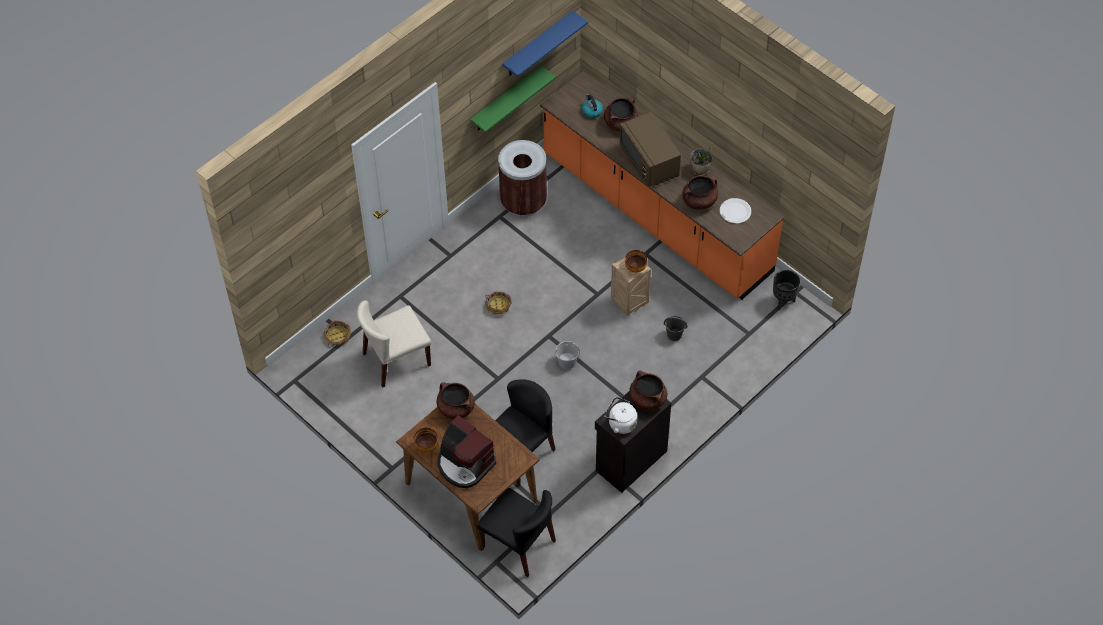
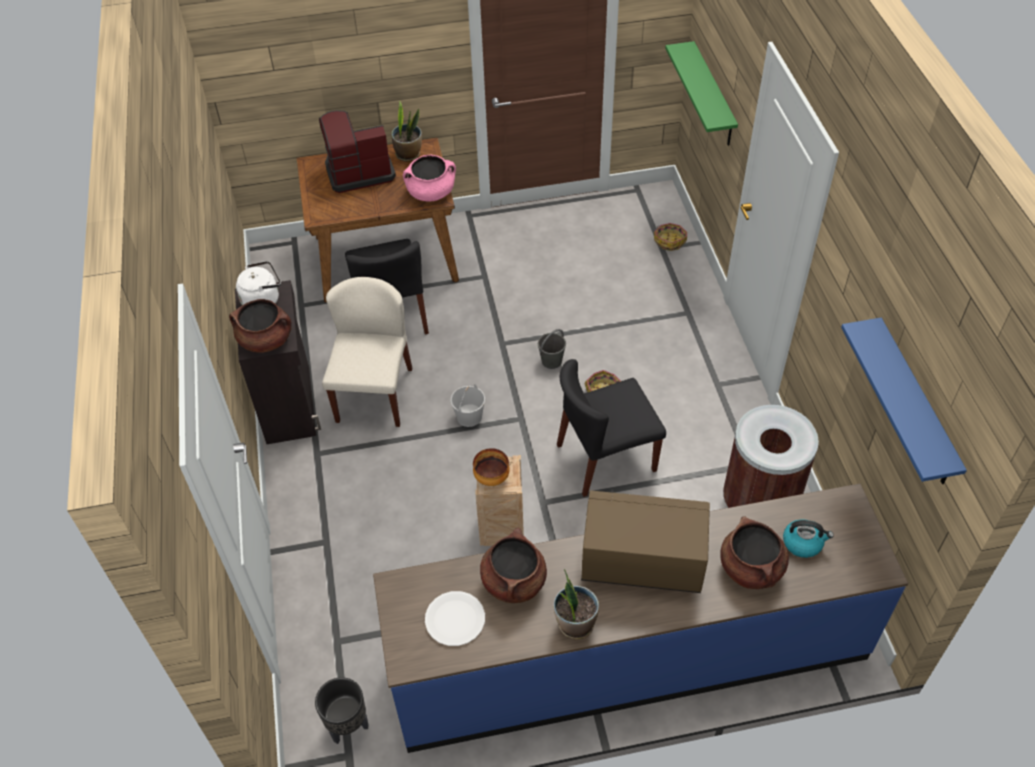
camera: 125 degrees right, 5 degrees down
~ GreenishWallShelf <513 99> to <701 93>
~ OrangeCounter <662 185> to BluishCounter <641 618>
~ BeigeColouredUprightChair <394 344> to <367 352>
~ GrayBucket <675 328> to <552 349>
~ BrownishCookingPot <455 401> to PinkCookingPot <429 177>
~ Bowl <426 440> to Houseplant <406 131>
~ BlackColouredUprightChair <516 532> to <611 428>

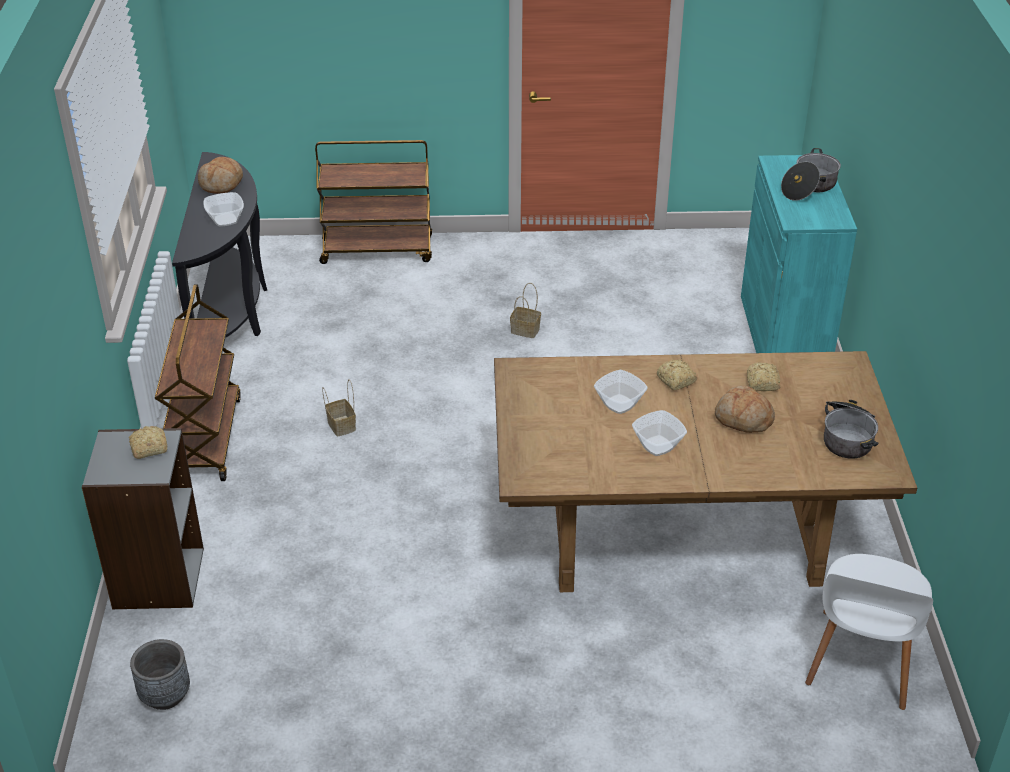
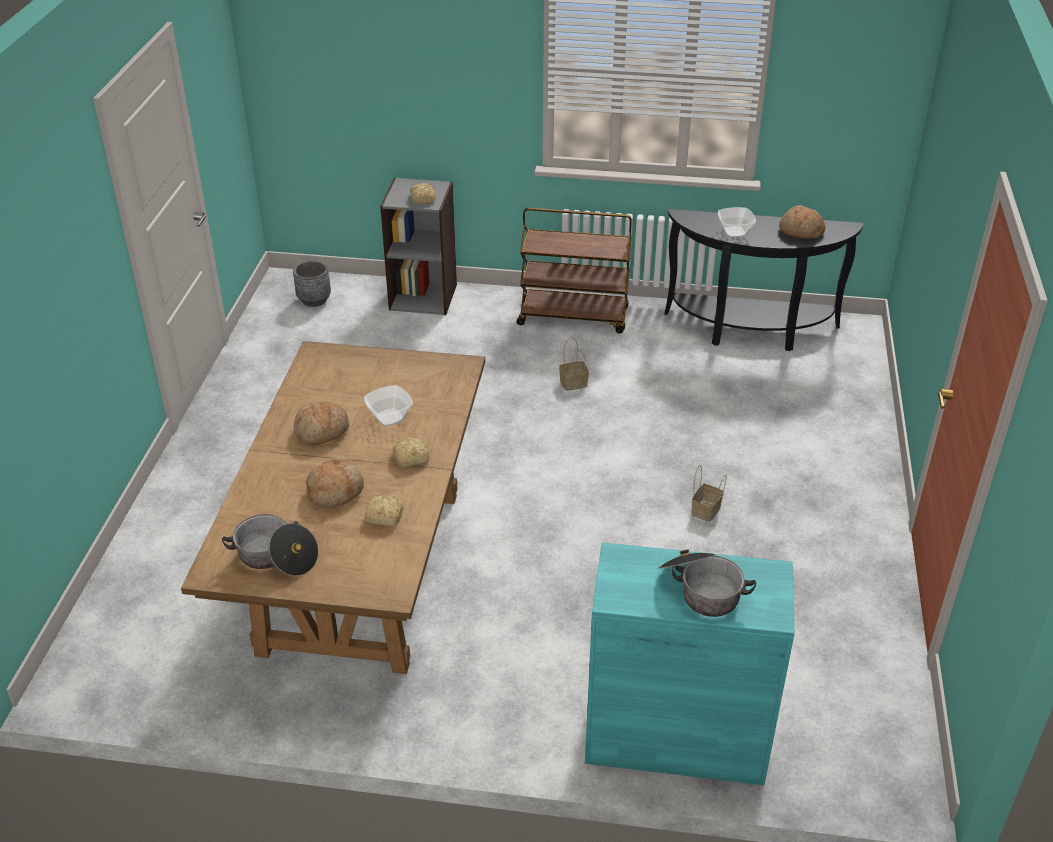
camera: 100 degrees right, 0 degrees up
- BrownishWheeledCart <373 202>
~ Bowl <659 433> to BakeryBread <322 423>
- WhitishUprightChair <869 632>

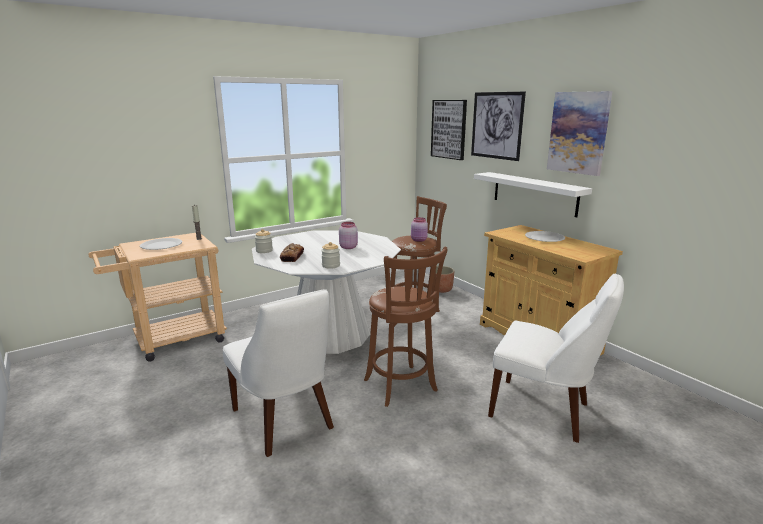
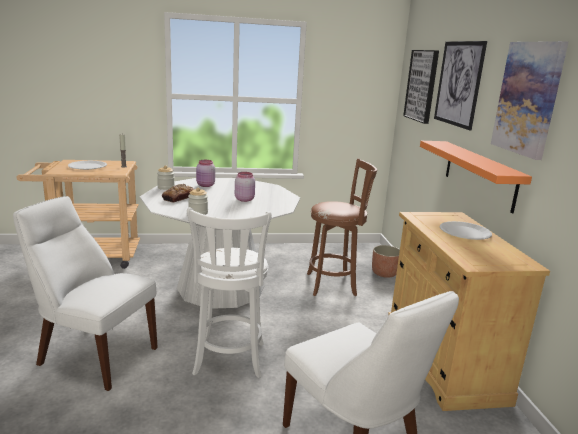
camera: 25 degrees right, 0 degrees up
~ WhitishWallShelf <533 194> to OrangeWallShelf <476 177>
~ PinkStorageJar <419 229> to <205 173>
~ BrownishStoolSeat <406 326> to WhitishStoolSeat <229 292>
~ WhitishUprightChair <278 373> = <85 293> 120 degrees clockwise

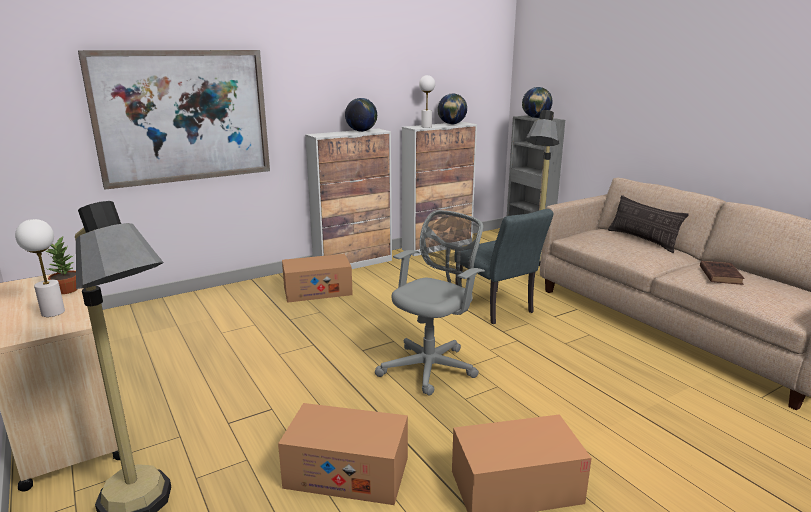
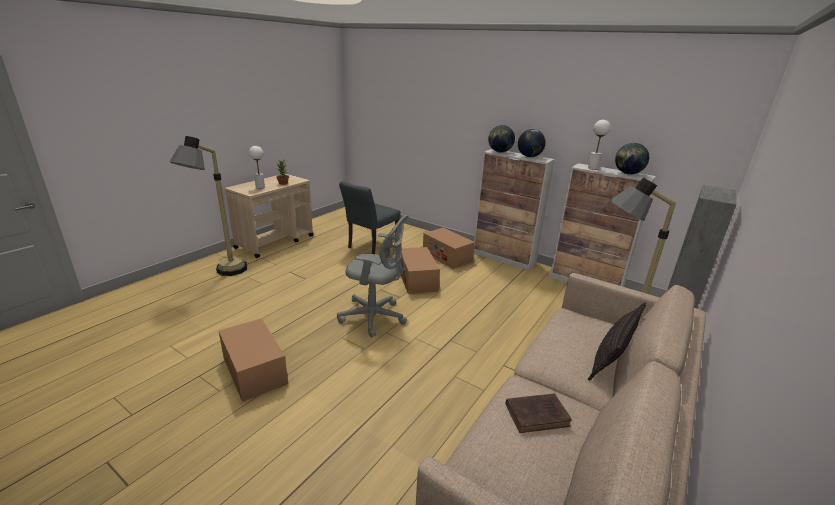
camera: 65 degrees right, 5 degrees up
- Picture <174 119>
~ Globe <537 102> to <501 139>
~ GrayUprightChair <504 266> to <370 217>
~ CardboardBox <343 454> to <420 270>

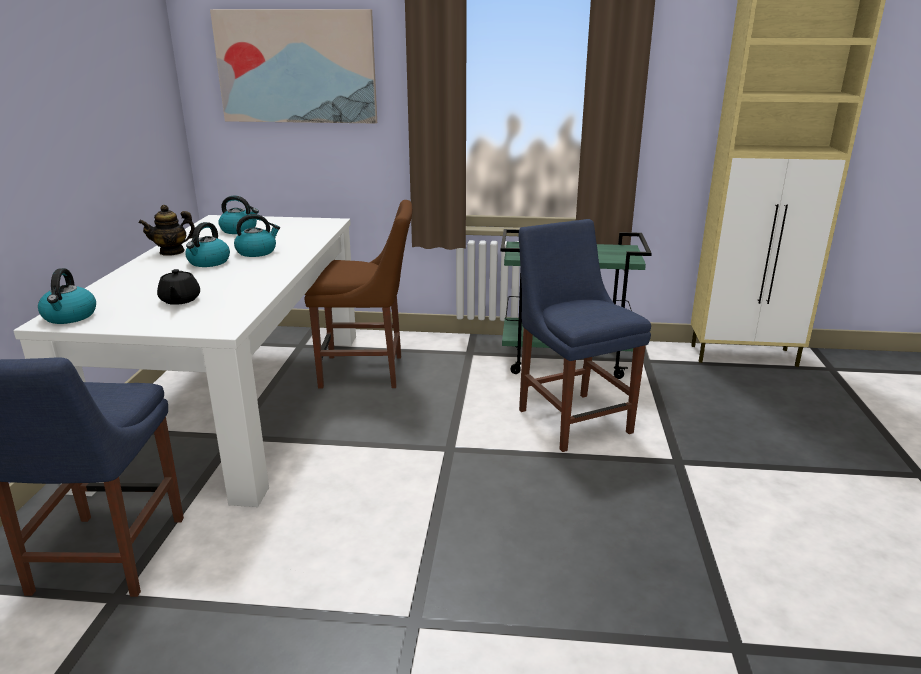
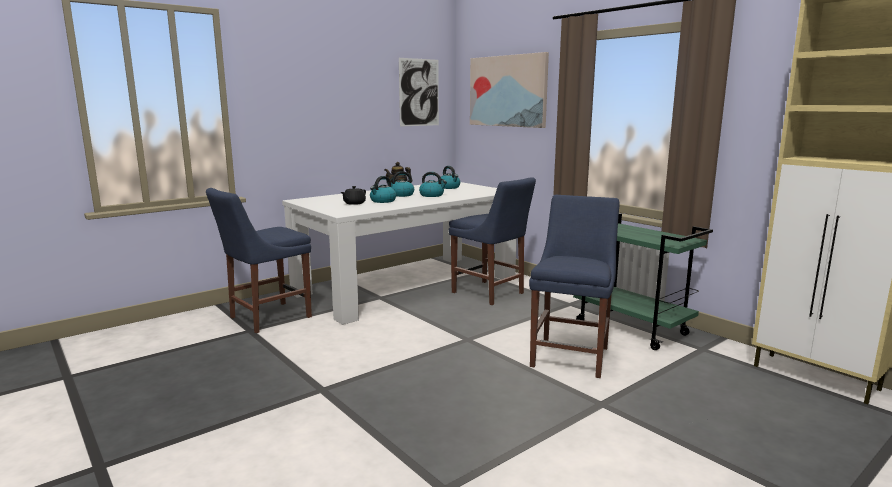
camera: 45 degrees right, 10 degrees down
~ BrownishUprightChair <358 294> to BluishUprightChair <492 241>
~ Kettle <67 296> to <383 189>
+ Picture <419 92>

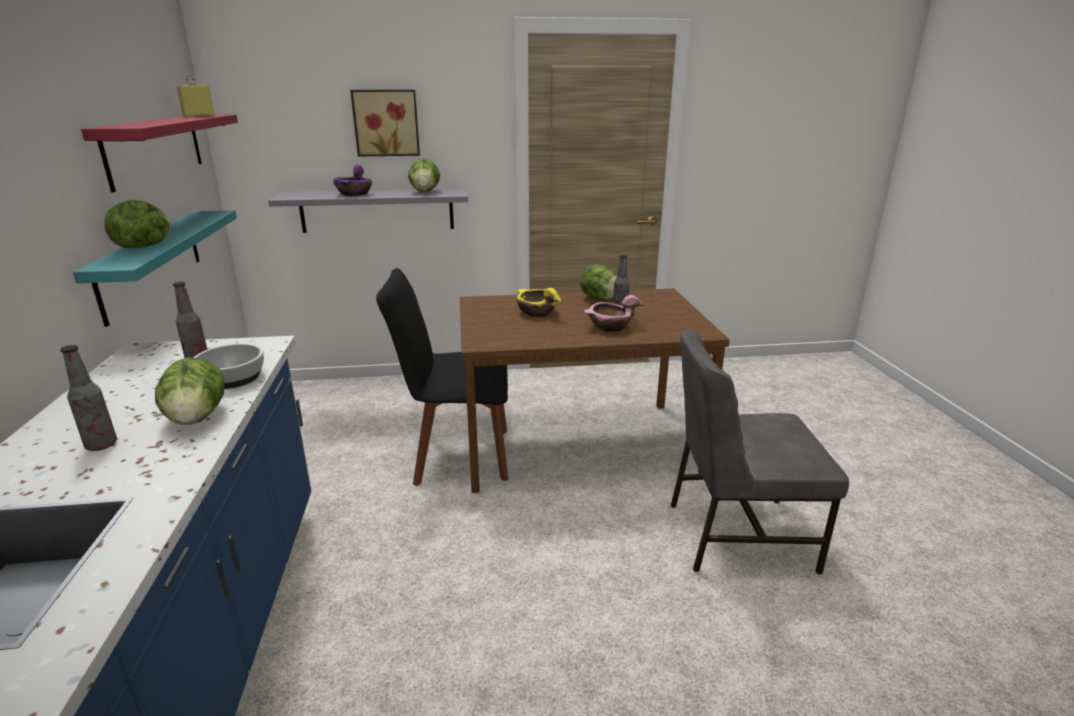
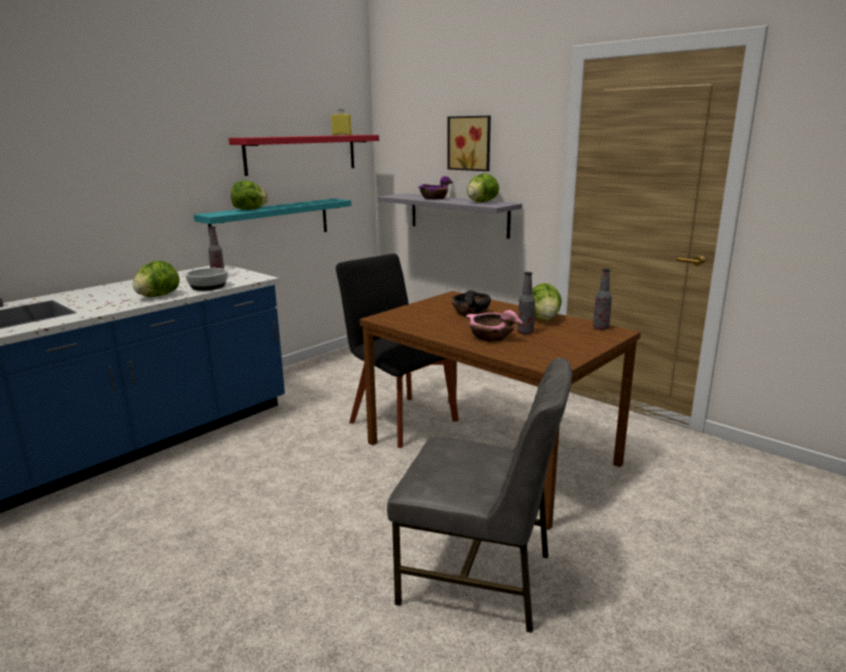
camera: 50 degrees right, 5 degrees down
~ YellowBowl <539 302> to BlackColouredBowl <471 303>
~ GrayUprightChair <760 451> = <479 495> 150 degrees clockwise
~ DrinkBottle <88 398> to <602 299>

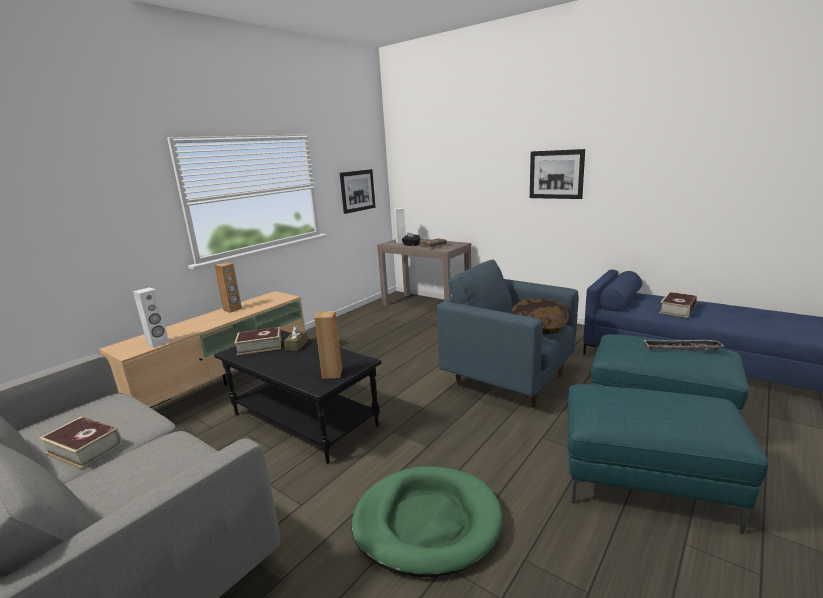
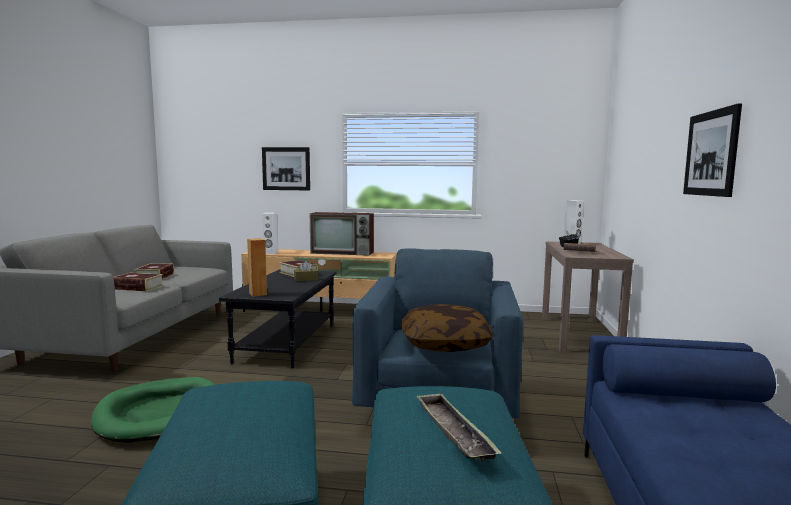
camera: 60 degrees right, 10 degrees down
~ Picture <357 191> to <286 169>
~ BrownishLoudspeaker <228 287> to Television <342 234>
~ Book <678 305> to <138 282>

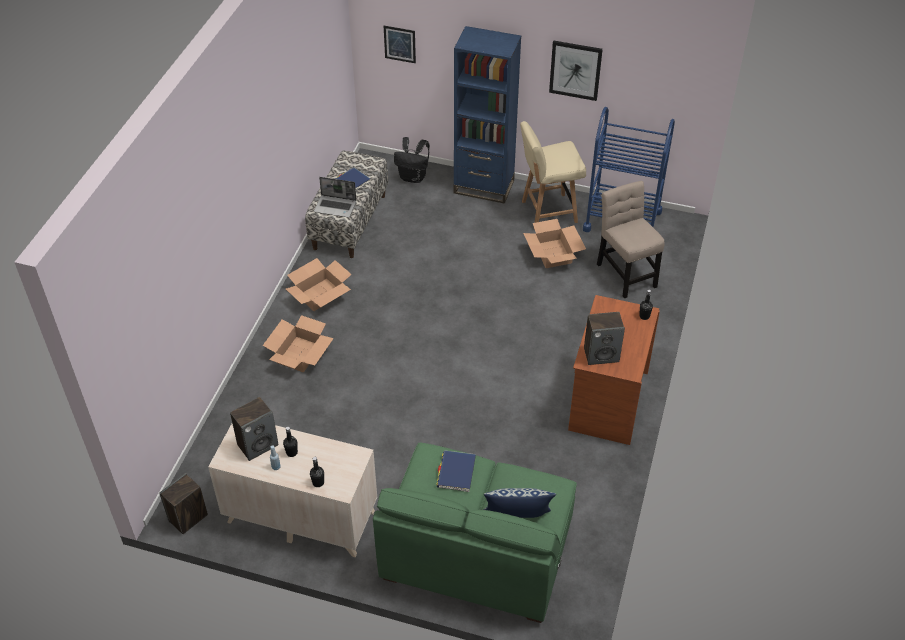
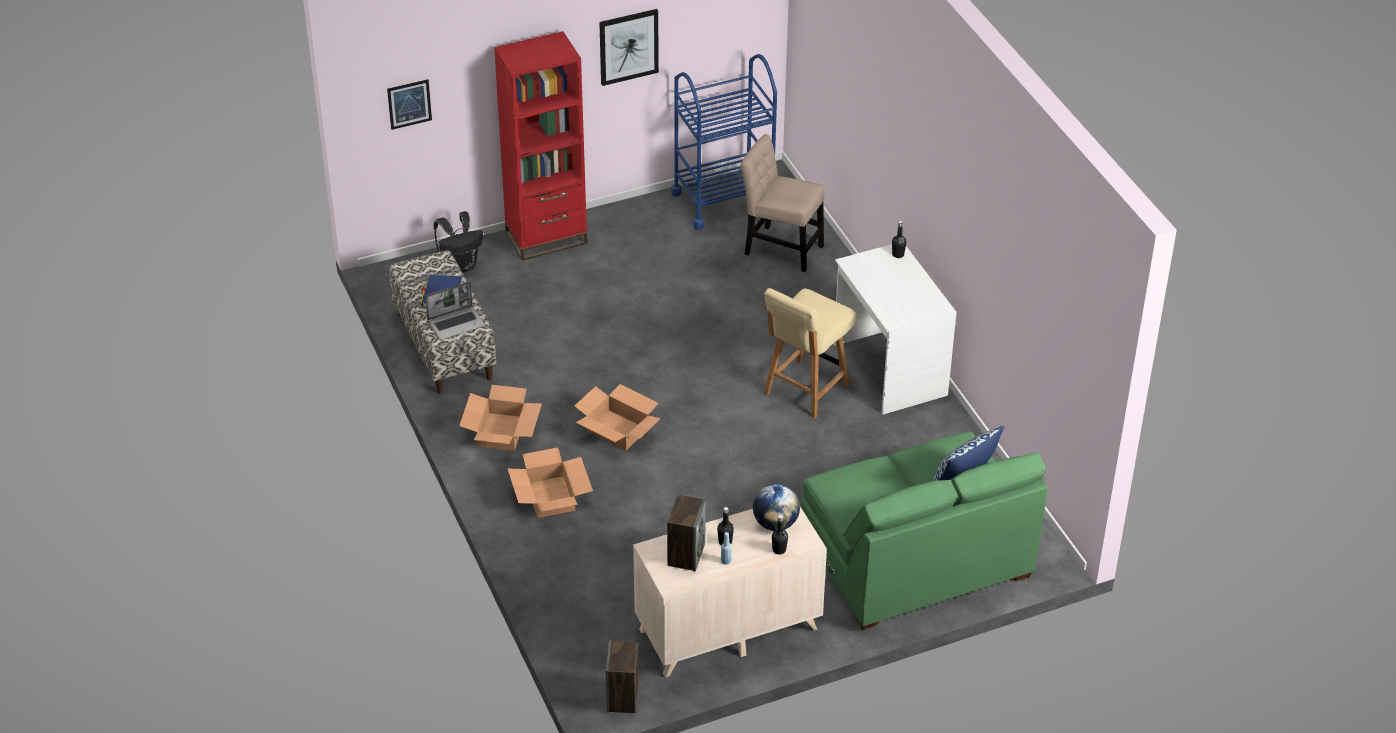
camera: 40 degrees left, 5 degrees down
~ BluishShelvingUnit <487 115> to ReddishShelvingUnit <541 146>
~ BeigeColouredUprightChair <553 175> to <810 353>
~ CardboardBox <554 243> to <618 417>
~ BrownishDesk <614 370> to WhitishDesk <895 329>
- Loudspeaker <604 338>
- BluishBook <456 471>
+ Globe <776 507>

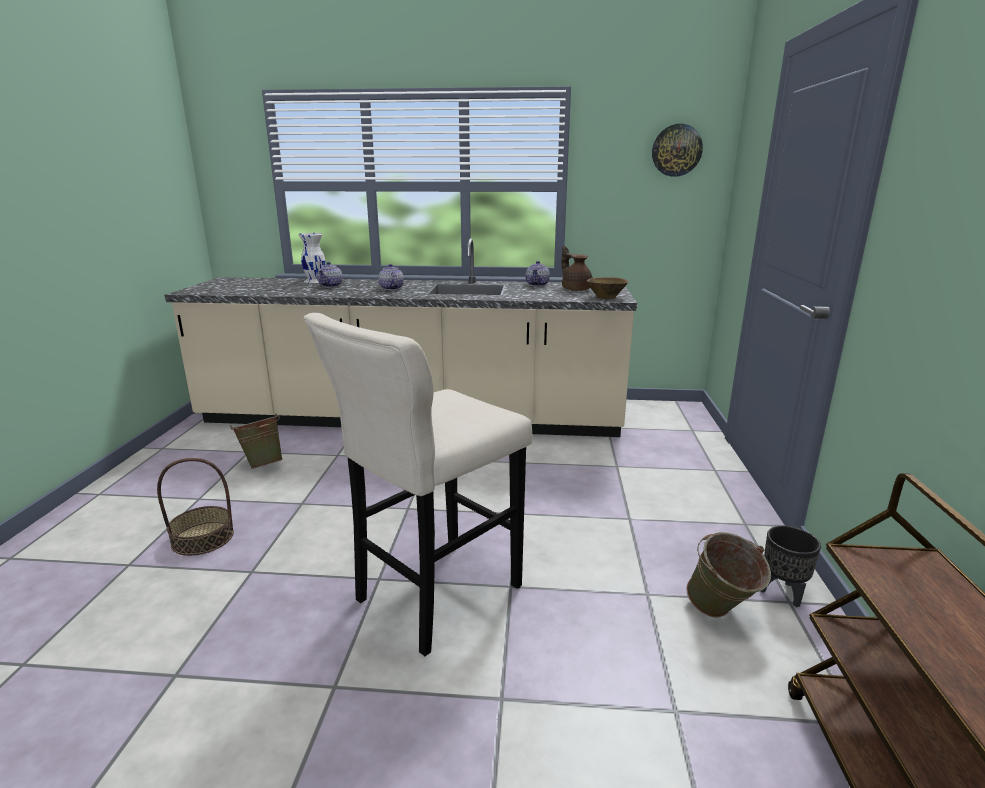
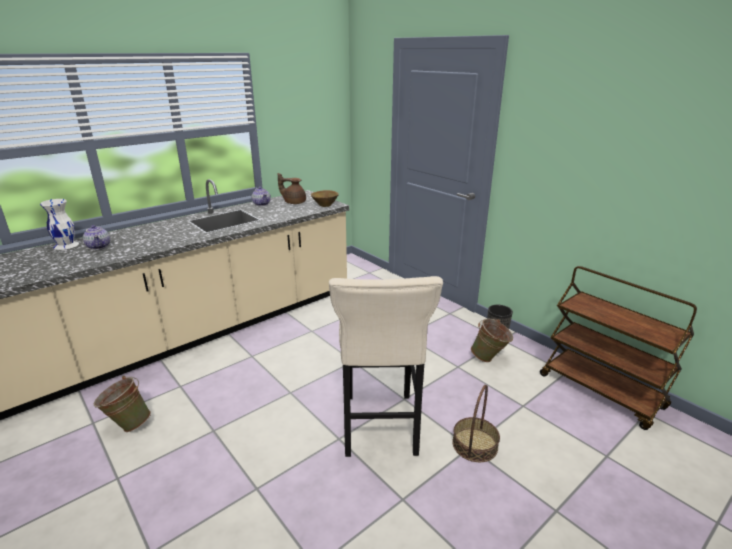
camera: 45 degrees left, 5 degrees up
- WallClock <677 150>
- PotForTea <391 277>
~ Basket <195 507> to <476 423>

